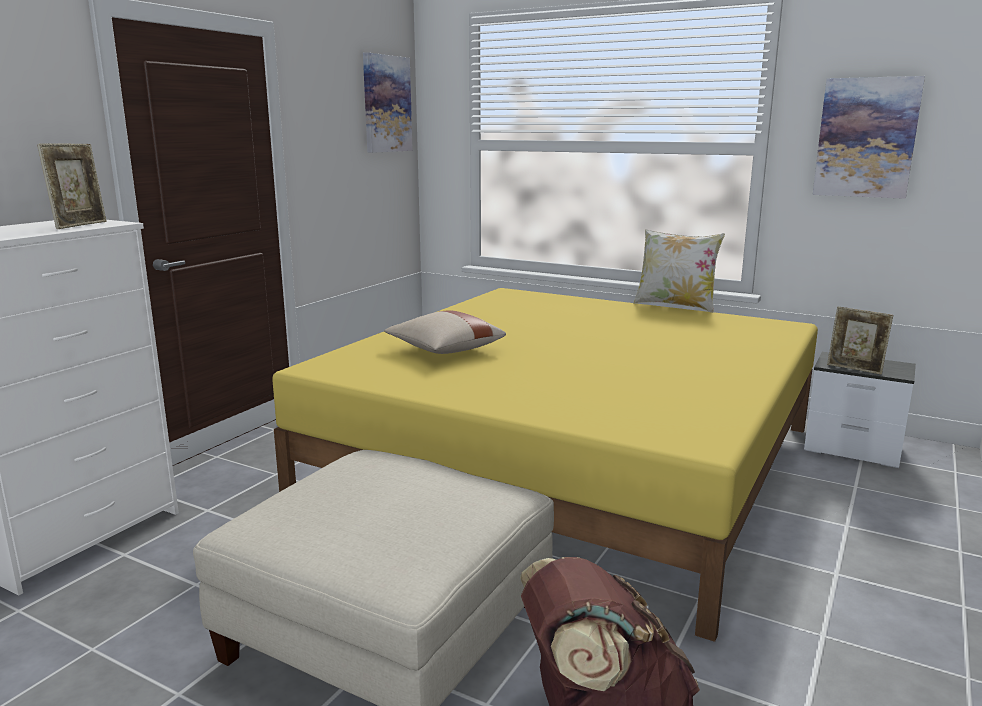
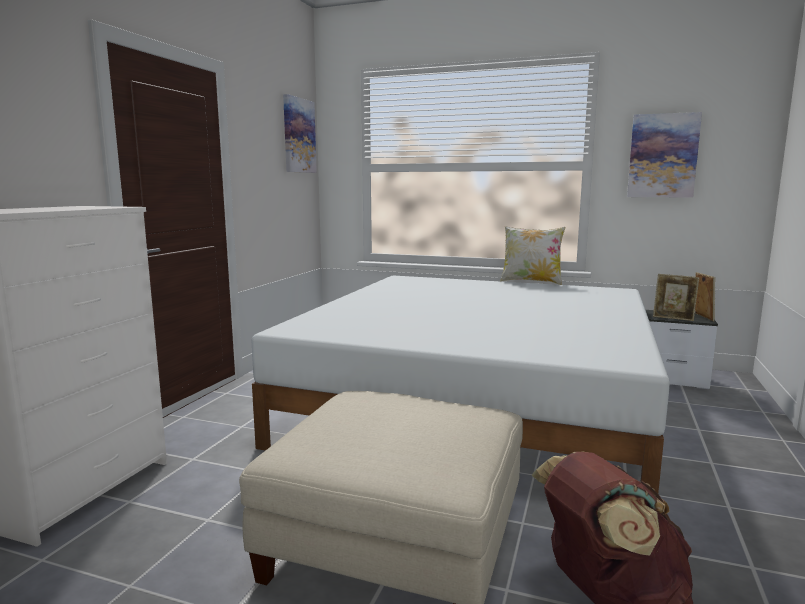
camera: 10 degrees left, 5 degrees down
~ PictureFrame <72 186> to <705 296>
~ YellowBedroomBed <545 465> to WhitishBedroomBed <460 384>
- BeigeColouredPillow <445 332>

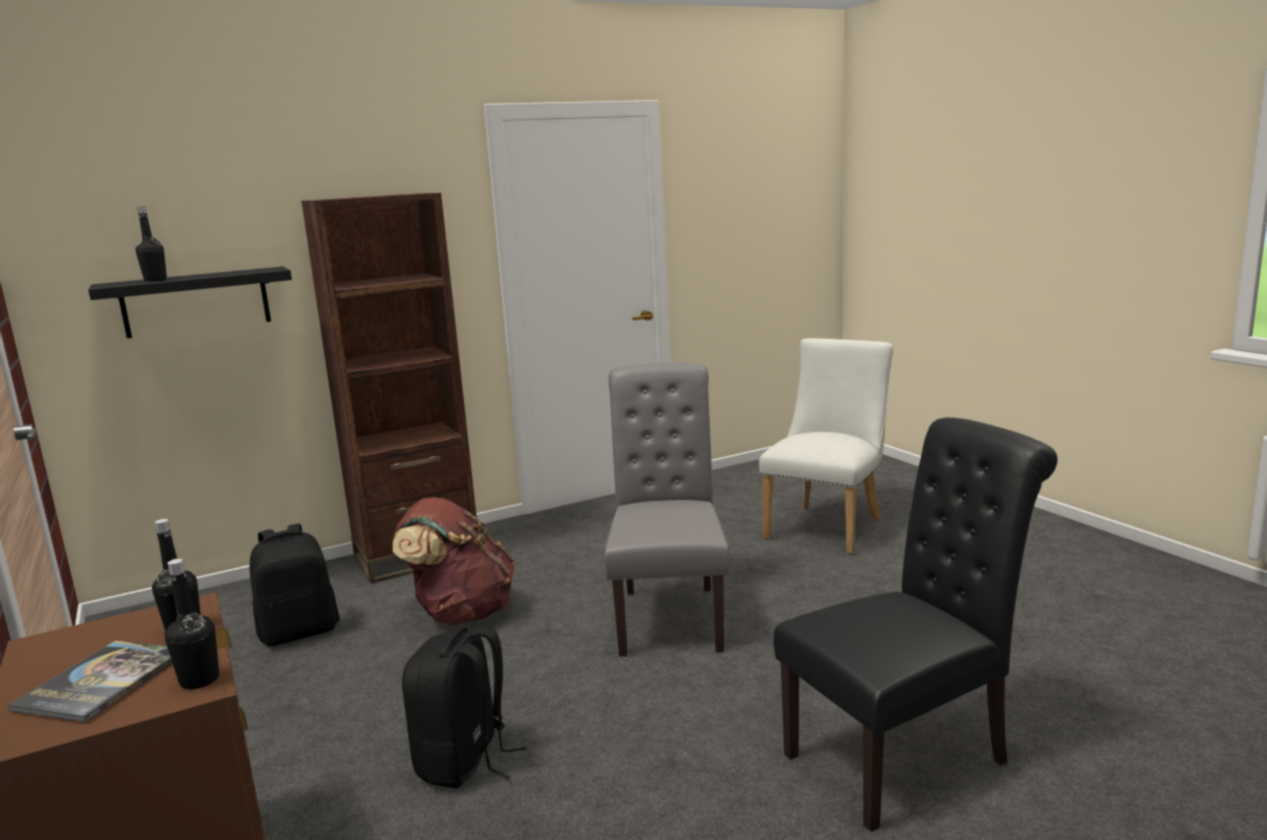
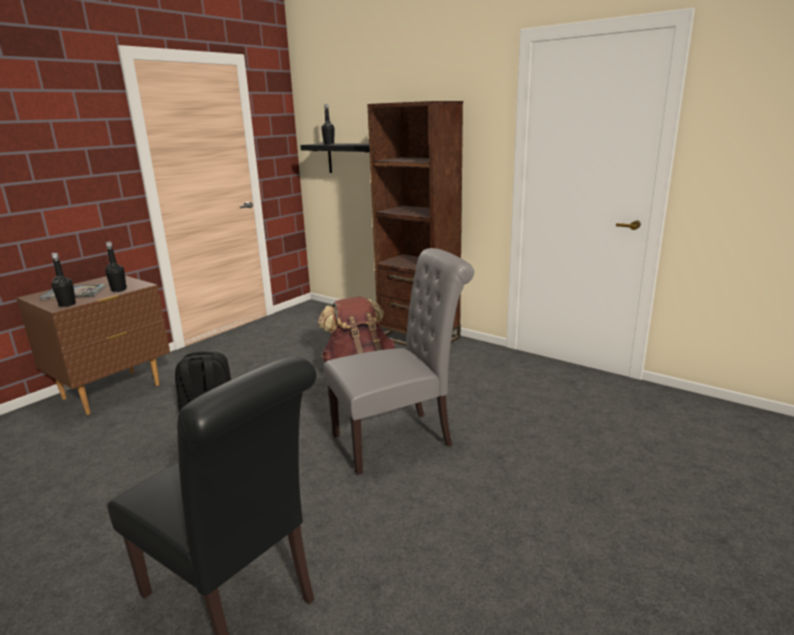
camera: 65 degrees right, 5 degrees up
- WhitishUprightChair <826 446>
- BlackColouredKnapsack <295 585>

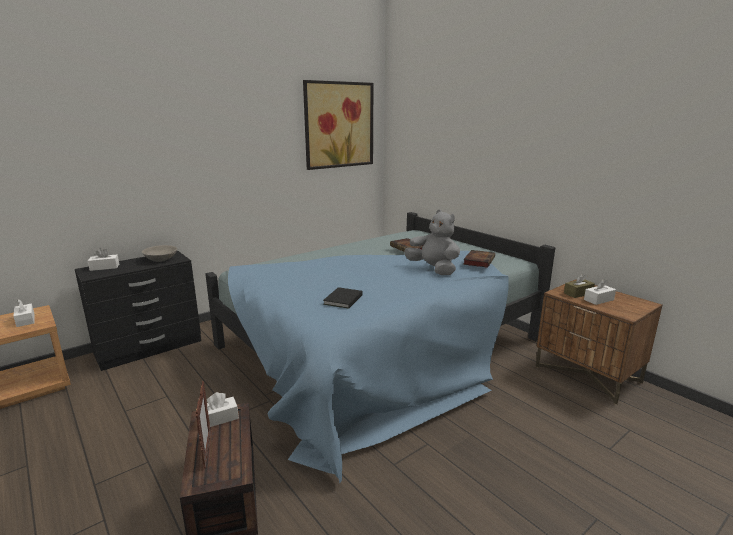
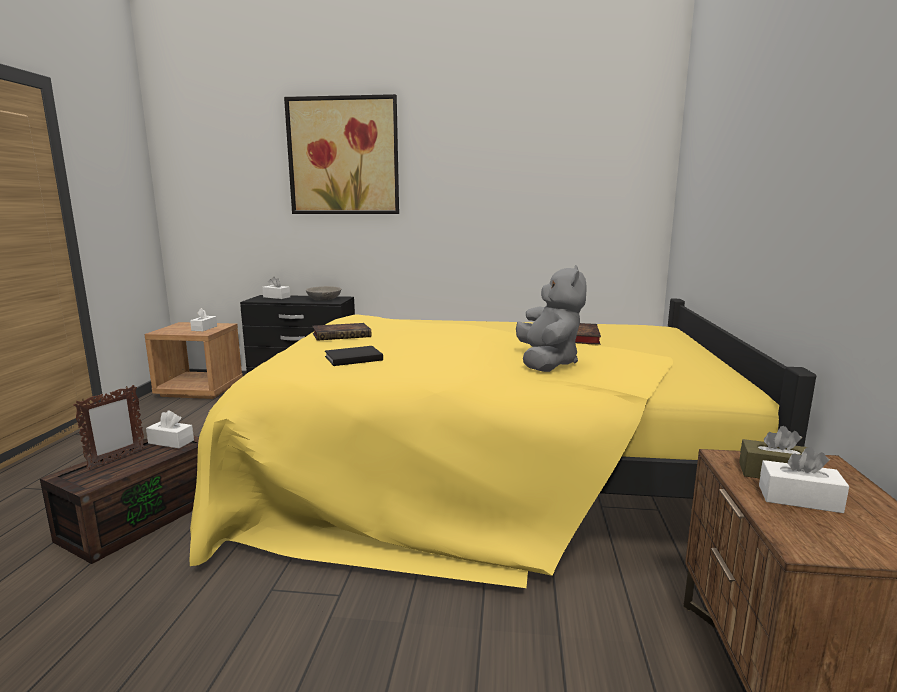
camera: 45 degrees right, 5 degrees down
~ Picture <338 125> to <341 154>
~ BluishBedroomBed <380 348> to YellowBedroomBed <503 443>
~ Book <479 259> to <341 332>

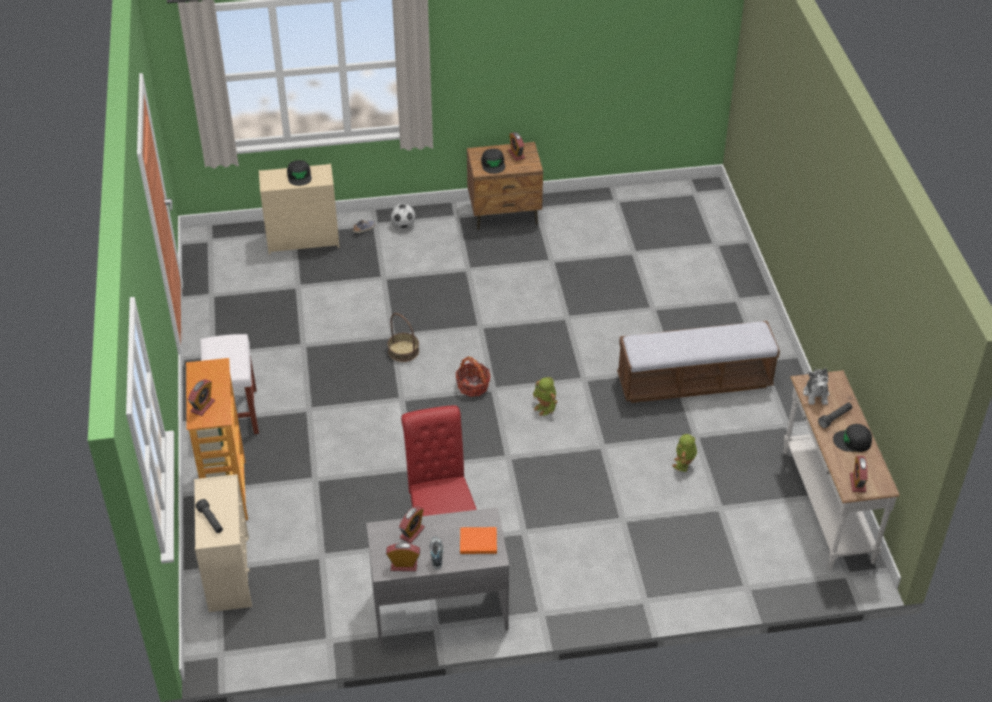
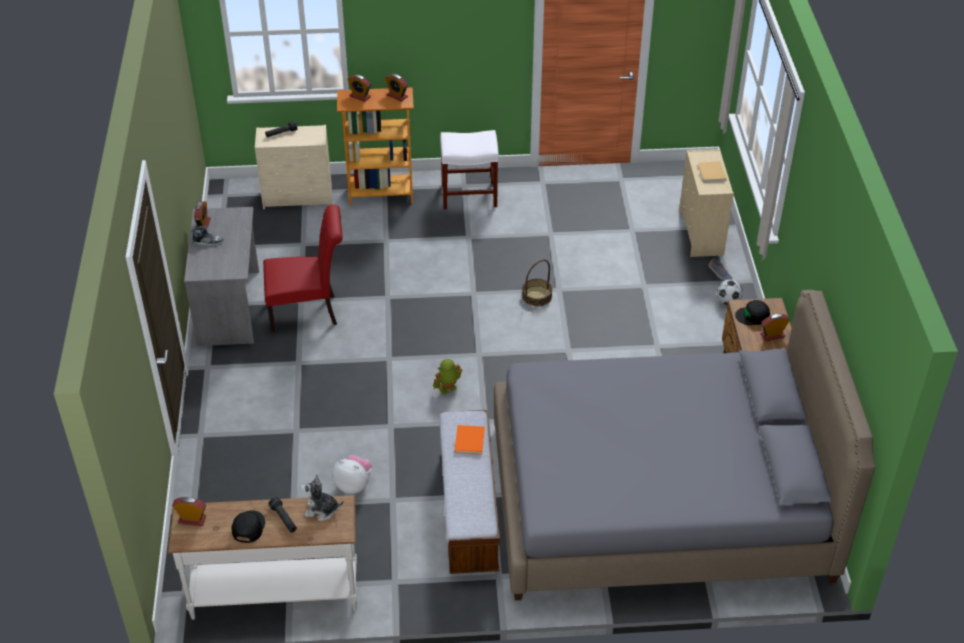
camera: 95 degrees right, 0 degrees up
~ BlackColouredPeakedCap <299 173> to BeigeColouredBook <712 172>
- Basket <473 377>
~ ModelRobot <684 453> to SoftToy <352 474>
~ TableClock <412 525> to <396 87>
~ OrangeBook <478 540> to <470 439>
+ GrayBedroomBed <684 445>

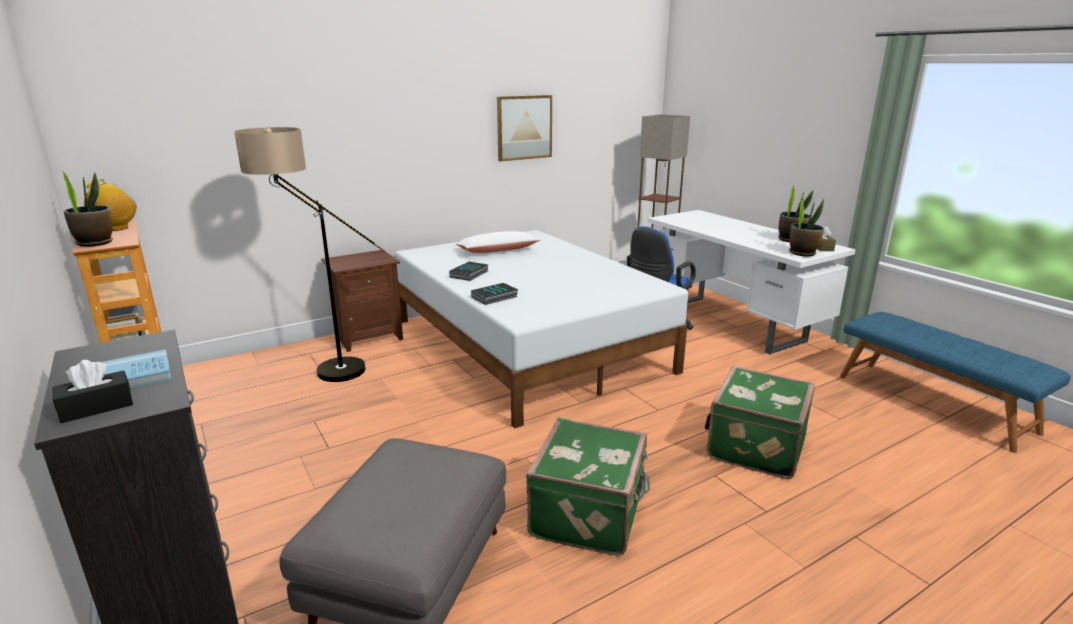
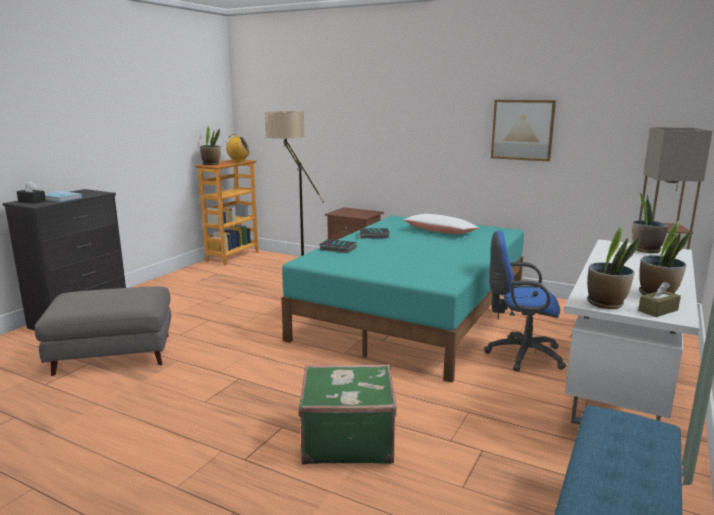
camera: 60 degrees right, 5 degrees down
~ WhitishBedroomBed <541 329> to TurquoiseBedroomBed <402 299>
- GreenishSuitcase <588 487>
+ Houseplant <650 223>

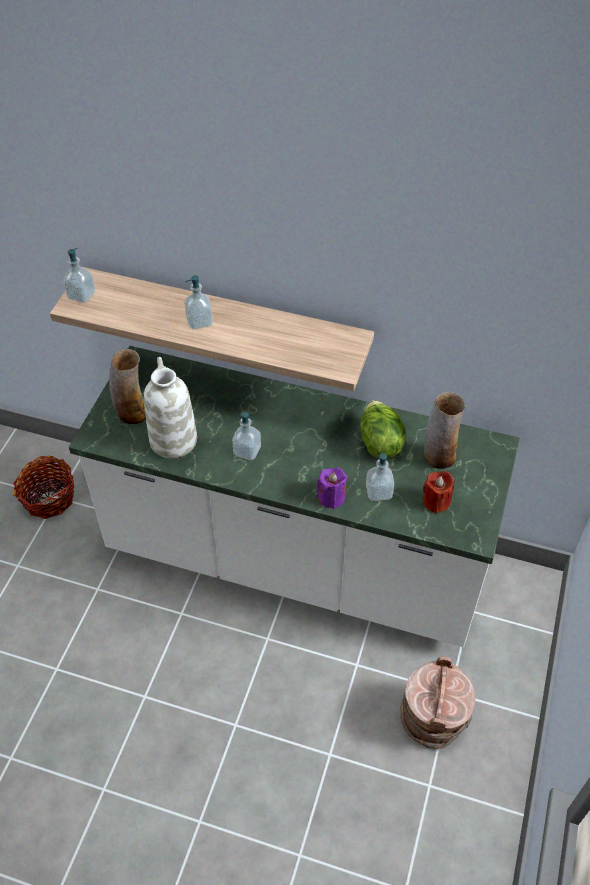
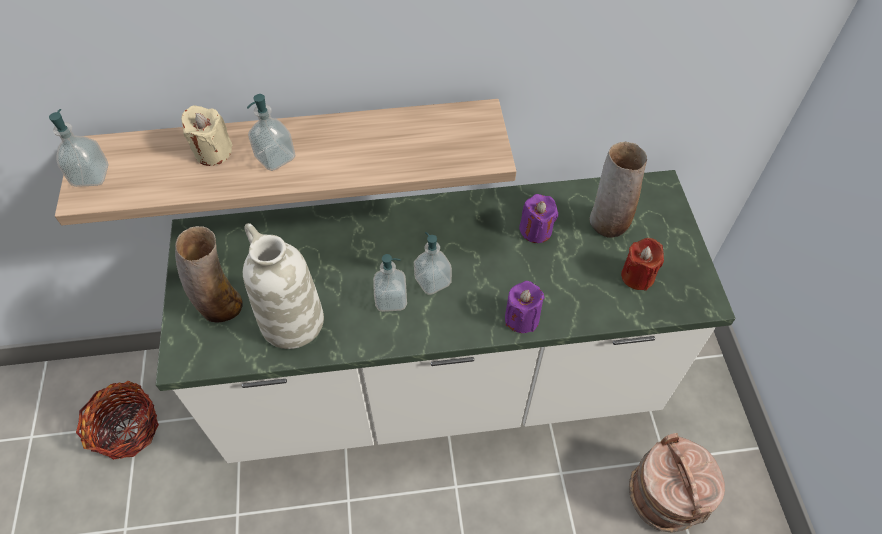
camera: 25 degrees left, 5 degrees up
~ LettuceHead <383 429> to PurplishWaxCandle <538 218>
~ LiquidSoapBottle <380 475> to <433 263>
+ BeigeColouredWaxCandle <207 135>

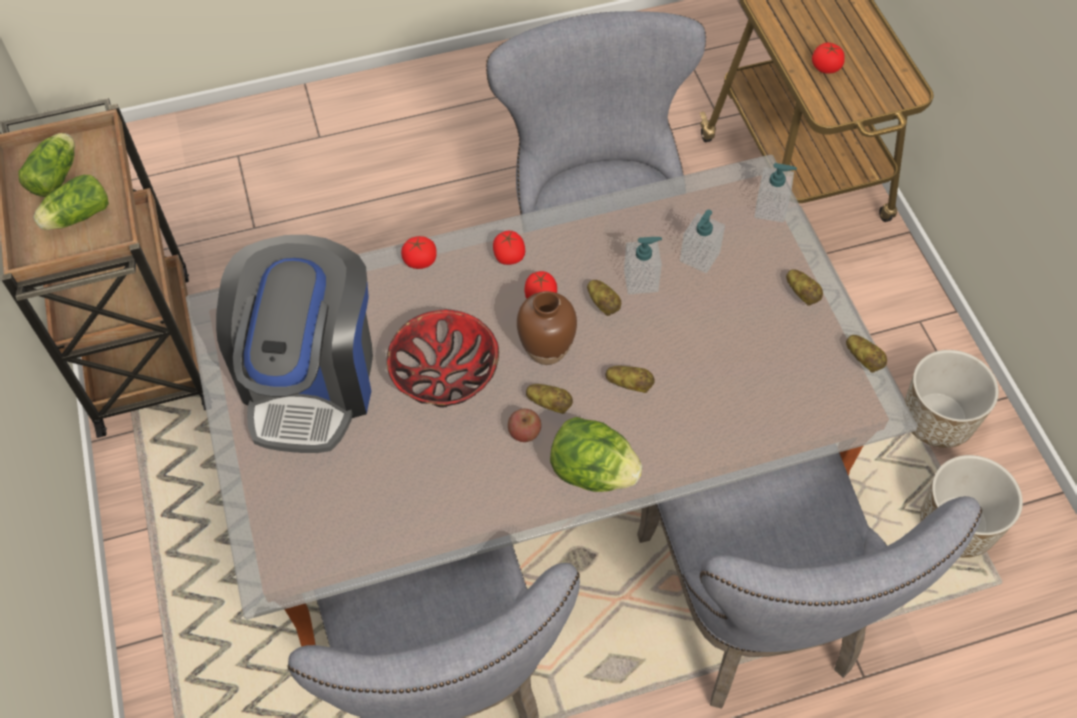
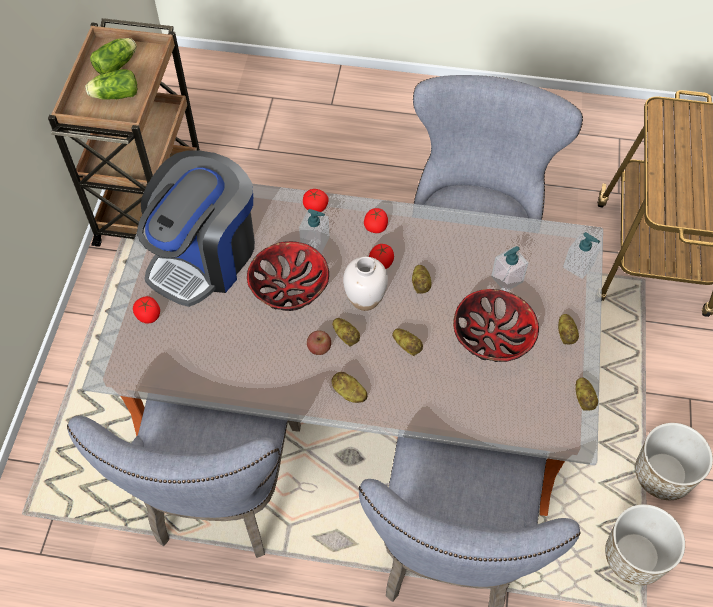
camera: 25 degrees right, 0 degrees up
~ Tomato <828 58> to <146 310>
~ LiquidSoapBottle <643 265> to <314 231>
~ BrownishVase <547 328> to WhitishVase <365 284>
~ LettuceHead <596 454> to Potato <349 387>
+ Bowl <496 325>

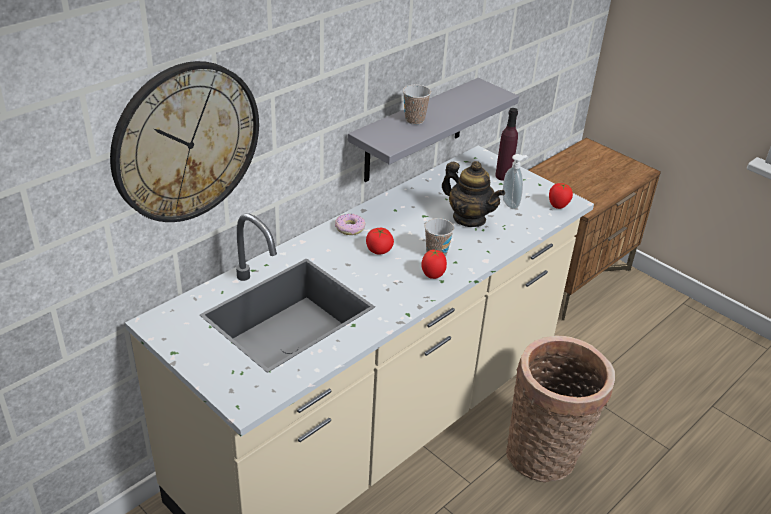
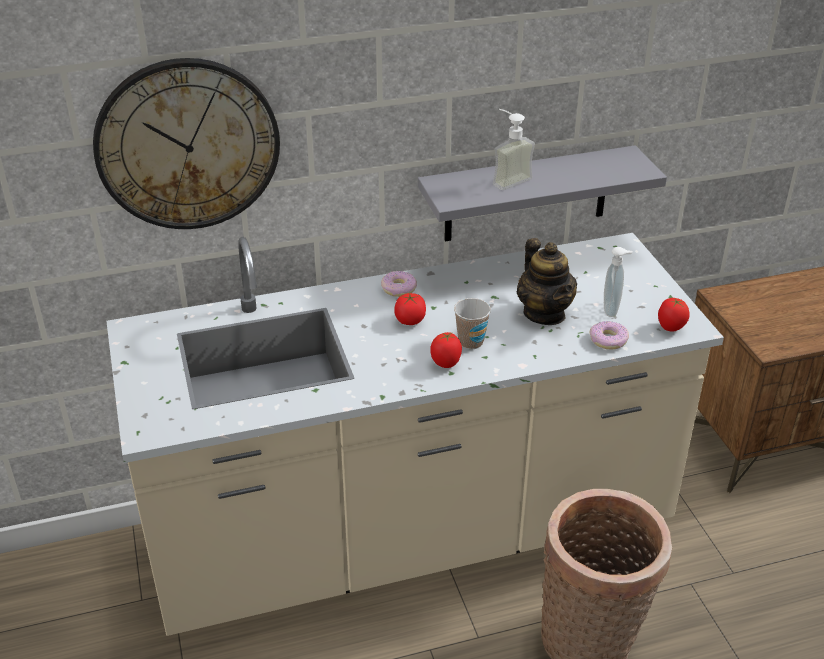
camera: 30 degrees right, 0 degrees up
~ SmallCup <417 105> to LiquidSoapBottle <514 149>
- PurplishDrinkBottle <506 144>
+ RingDoughnut <609 335>

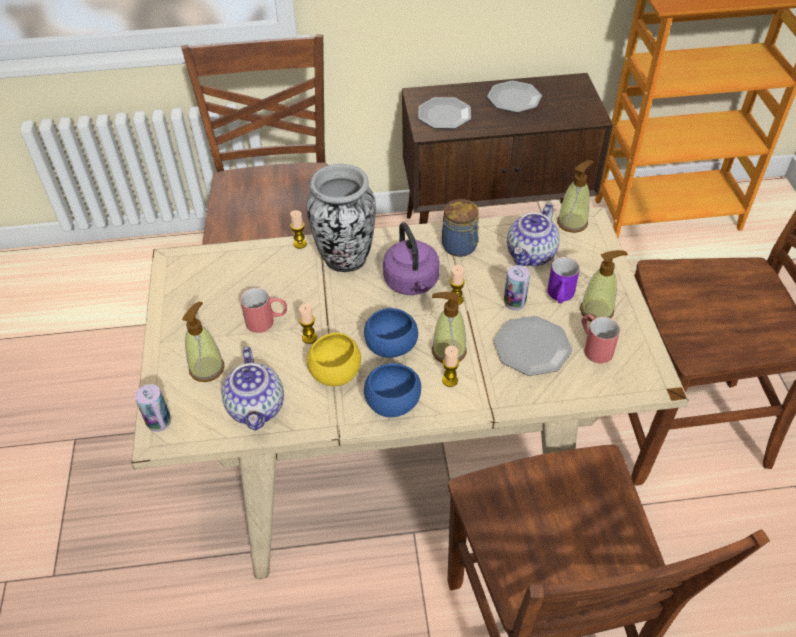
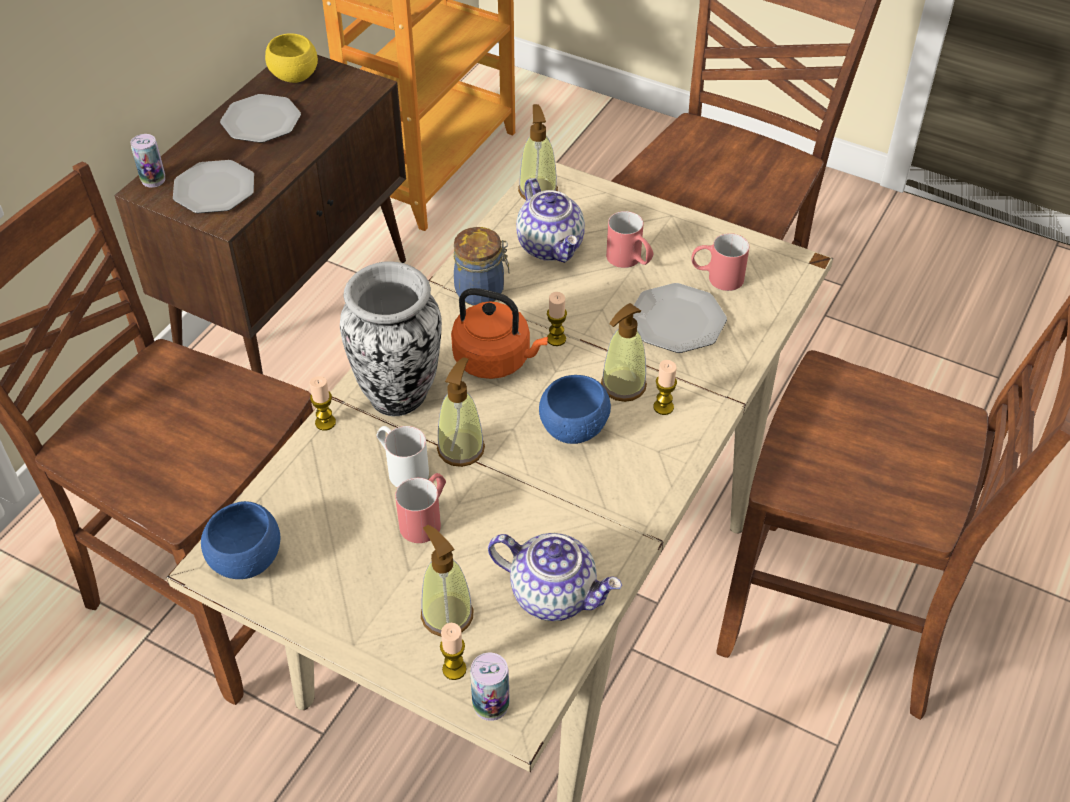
camera: 55 degrees left, 0 degrees up
~ PurplishKettle <411 258> to OrangeKettle <499 333>
~ LiquidSoapBottle <604 286> to <461 412>
~ PurplishTeaMug <563 280> to ReddishTeaMug <629 239>
~ MetalCan <517 288> to <148 161>
~ WaxCandle <308 323> to <453 651>
~ YellowBowl <334 359> to <291 58>
~ BluishBowl <392 390> to <240 540>
+ WhitishTeaMug <402 457>

